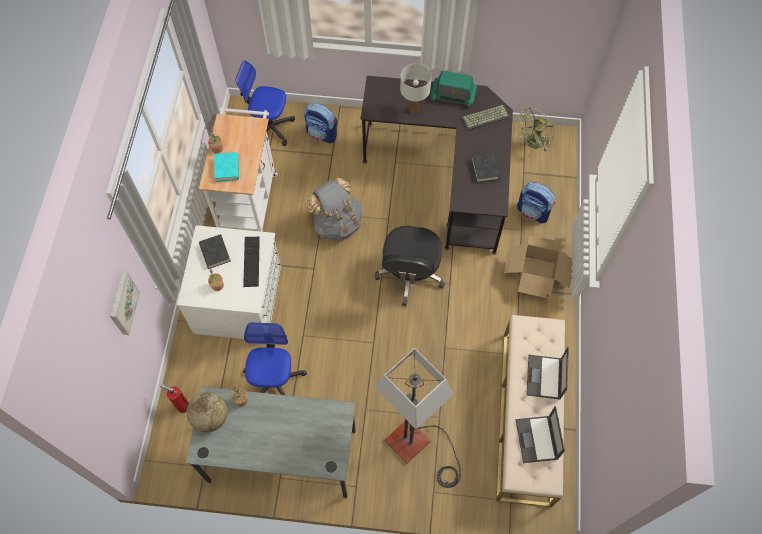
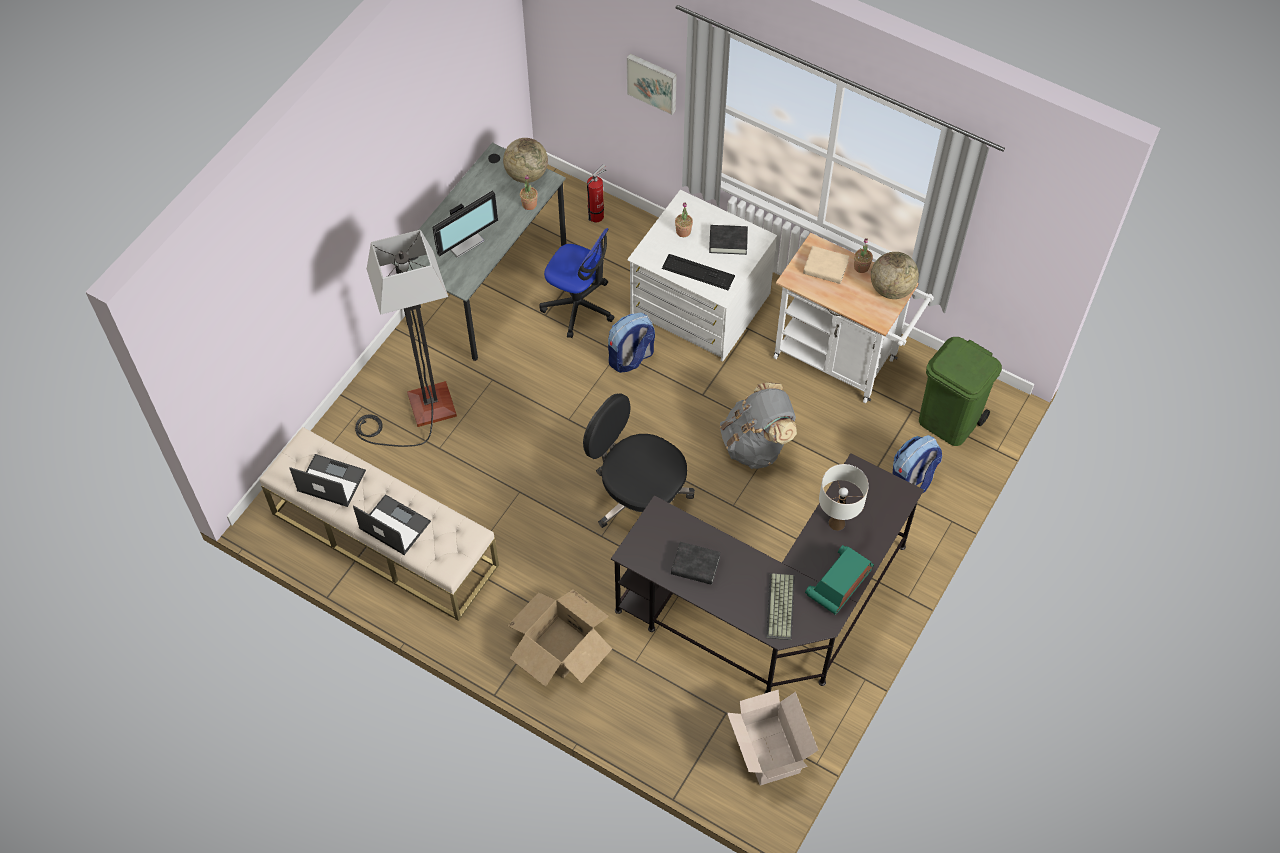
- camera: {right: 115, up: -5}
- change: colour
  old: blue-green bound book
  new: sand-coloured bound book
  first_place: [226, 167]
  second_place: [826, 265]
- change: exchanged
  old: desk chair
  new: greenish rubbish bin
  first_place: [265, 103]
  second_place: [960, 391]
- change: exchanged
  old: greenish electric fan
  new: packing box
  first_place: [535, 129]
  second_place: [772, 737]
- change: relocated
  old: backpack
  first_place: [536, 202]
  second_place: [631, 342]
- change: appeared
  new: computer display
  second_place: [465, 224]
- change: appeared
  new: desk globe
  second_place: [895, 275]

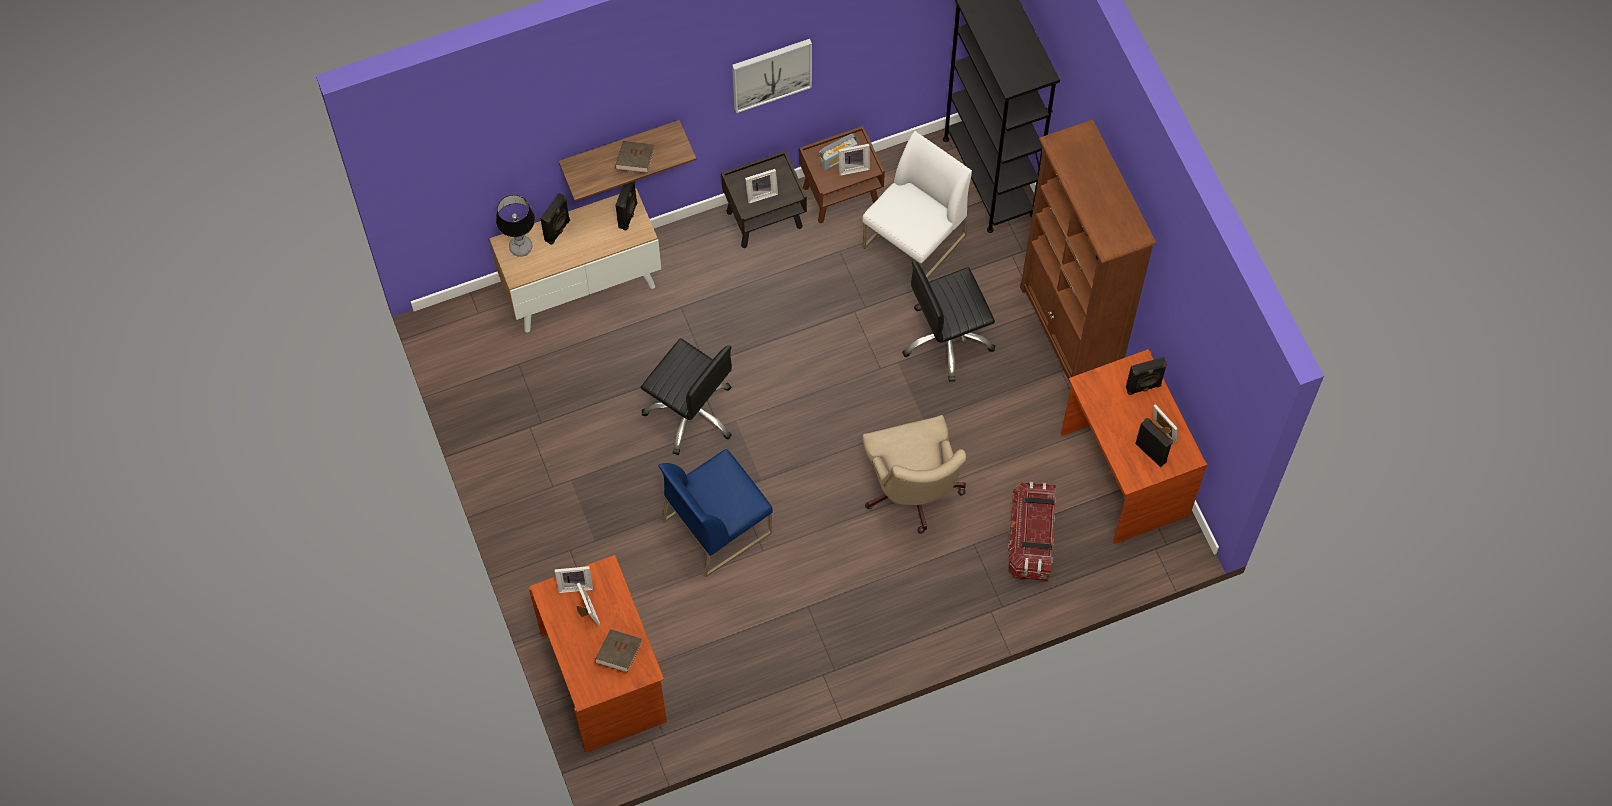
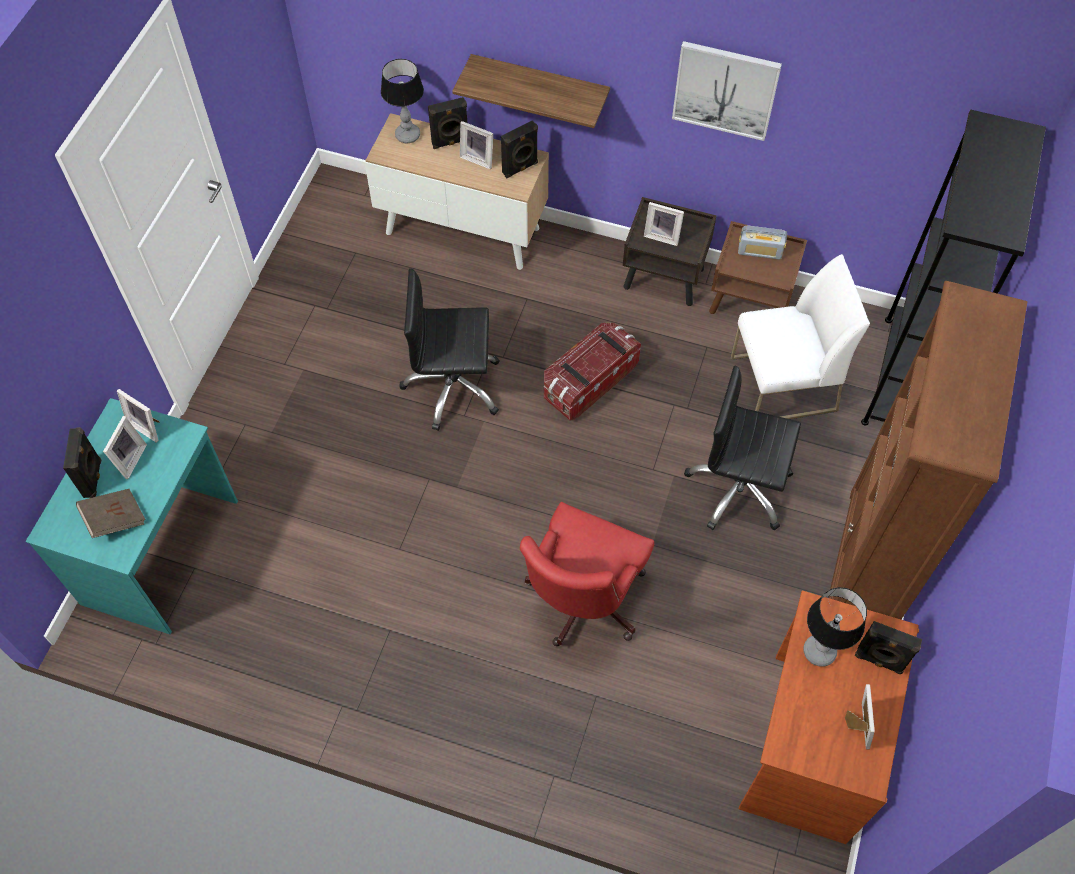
- camera: {right: 40, up: -5}
- change: colour
  old: brown desk
  new: blue-green desk
  first_place: [598, 654]
  second_place: [132, 516]
- change: missing
  old: brown bound book
  first_place: [635, 157]
- change: spun
  old: blackish desk chair
  first_place: [686, 396]
  second_place: [449, 349]
  degrees: 105
- change: missing
  old: blue plain chair
  first_place: [715, 513]
- change: relocated
  old: photo frame
  first_place: [854, 160]
  second_place: [476, 145]
- change: colour
  old: sand-coloured desk chair
  new: reddish desk chair
  first_place: [914, 474]
  second_place: [587, 574]
- change: relocated
  old: storage container
  first_place: [1032, 531]
  second_place: [592, 372]
- change: relocated
  old: blackish audio speaker
  first_place: [1154, 442]
  second_place: [82, 462]
- change: appeared
  new: table lamp
  second_place: [835, 627]

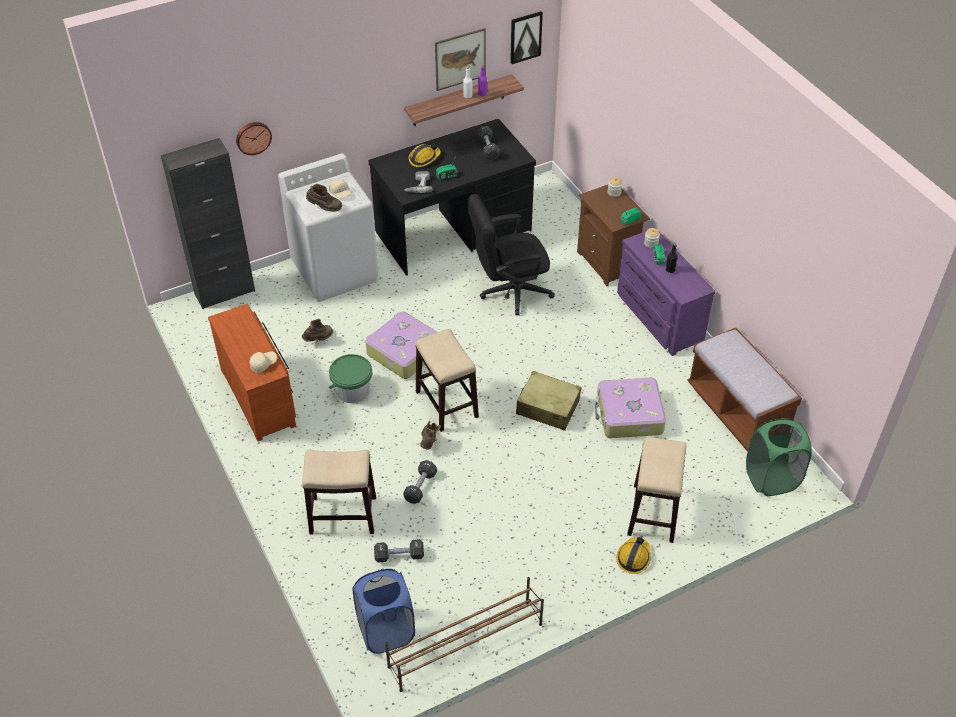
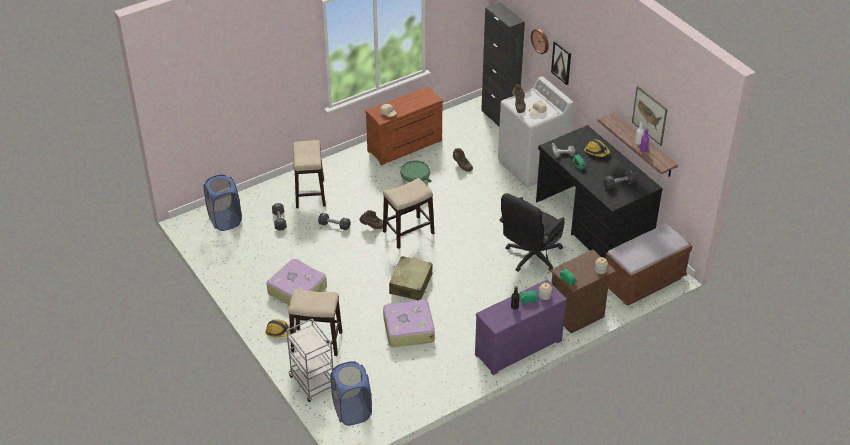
- camera: {right: 85, up: -5}
- change: relocated
  old: suitcase
  first_place: [401, 345]
  second_place: [297, 282]
- change: missing
  old: brown shoe rack
  first_place: [464, 634]
- change: spun
  old: blackish desk chair
  first_place: [511, 254]
  second_place: [532, 232]
  degrees: -120
- change: relocated
  old: wall picture
  first_place: [526, 37]
  second_place: [561, 63]
- change: relocated
  old: brown indoor bench
  first_place: [744, 389]
  second_place: [649, 265]
- change: colour
  old: greenish washing basket
  new: blue washing basket
  first_place: [779, 457]
  second_place: [351, 393]
- change: appeared
  new: greyish cart
  second_place: [309, 360]

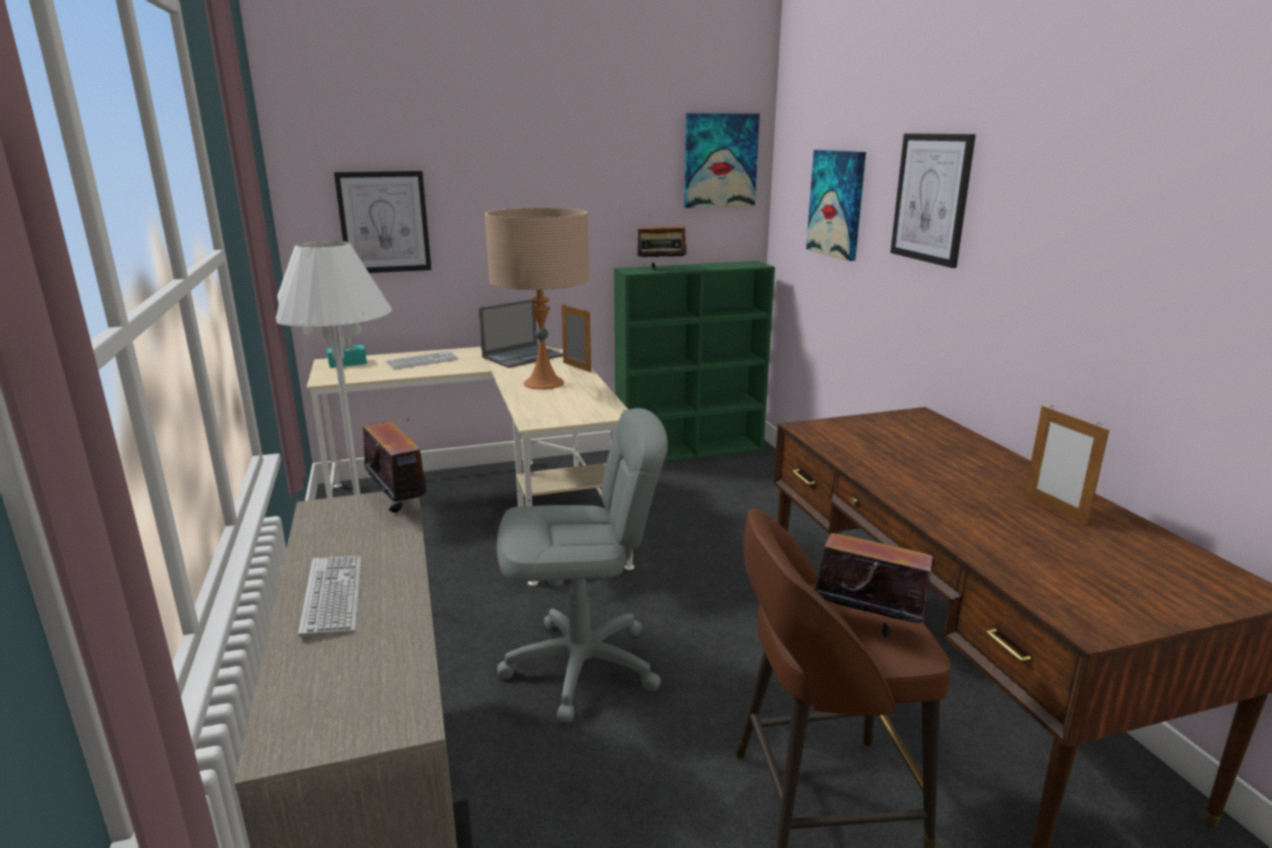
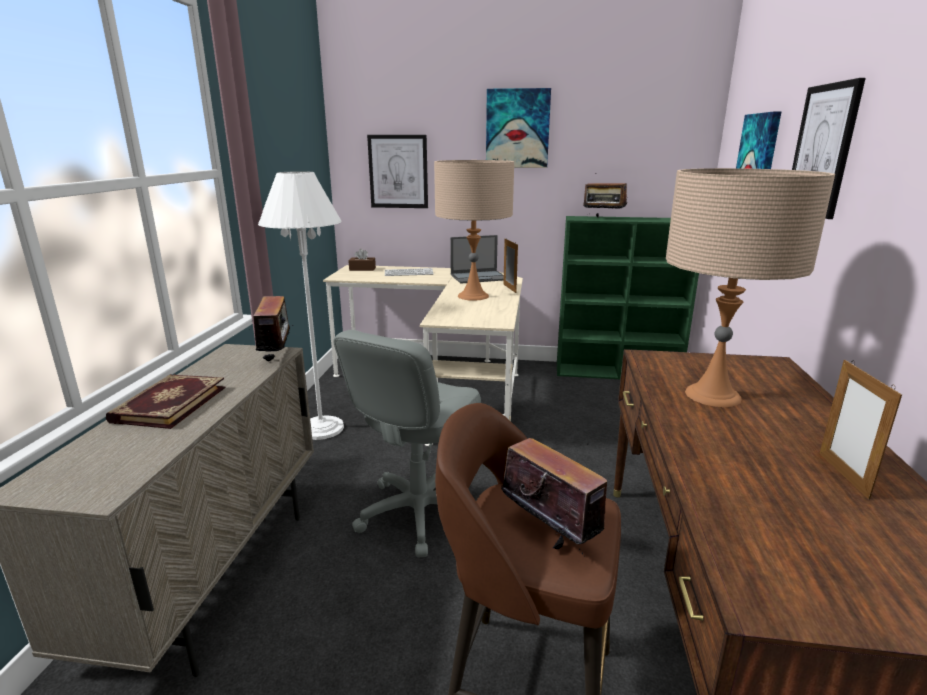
- camera: {right: 25, up: 0}
- change: exchanged
  old: keyboard
  new: bound book
  first_place: [329, 596]
  second_place: [166, 401]
- change: colour
  old: blue-green tissue holder
  new: brown tissue holder
  first_place: [347, 351]
  second_place: [362, 260]
- change: spun
  old: greyish desk chair
  first_place: [582, 565]
  second_place: [407, 443]
  degrees: 105
- change: relocated
  old: wall picture
  first_place: [722, 160]
  second_place: [518, 128]
- change: appeared
  new: sand-coloured table lamp
  second_place: [750, 287]

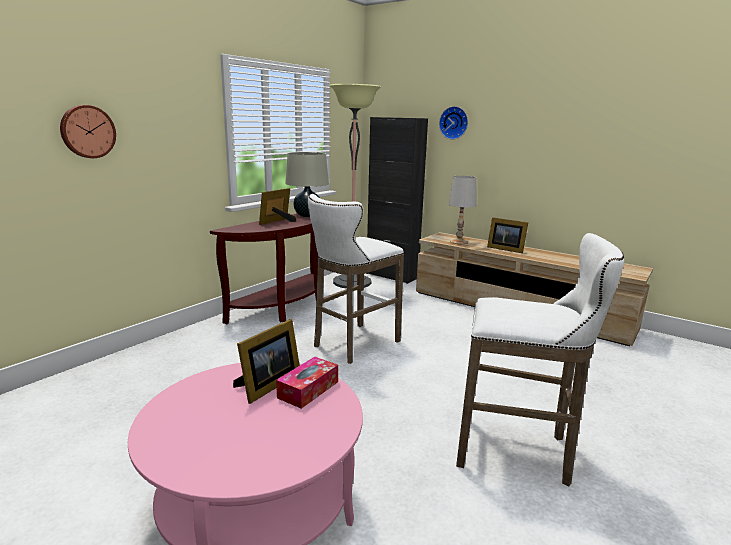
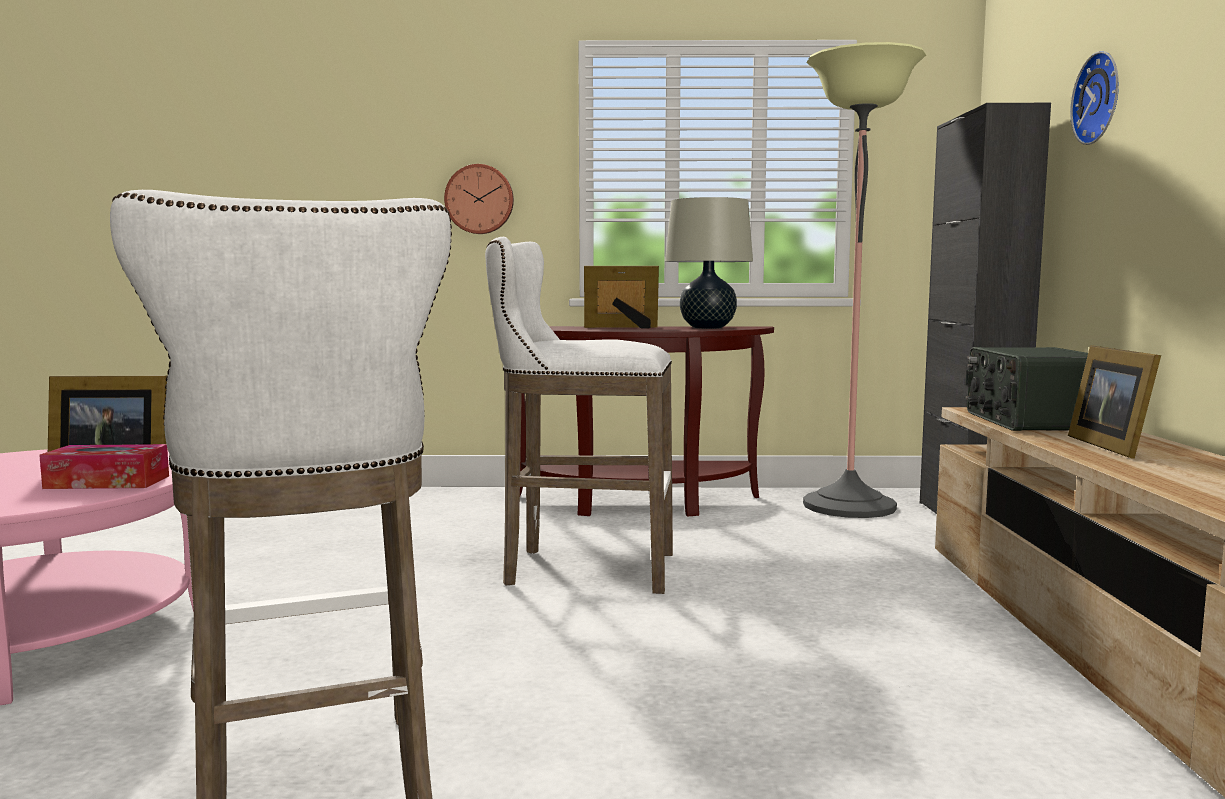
- camera: {right: 55, up: -10}
- change: relocated
  old: hanging clock
  first_place: [88, 131]
  second_place: [479, 199]
- change: exchanged
  old: whitish table lamp
  new: radio set
  first_place: [462, 210]
  second_place: [1026, 389]

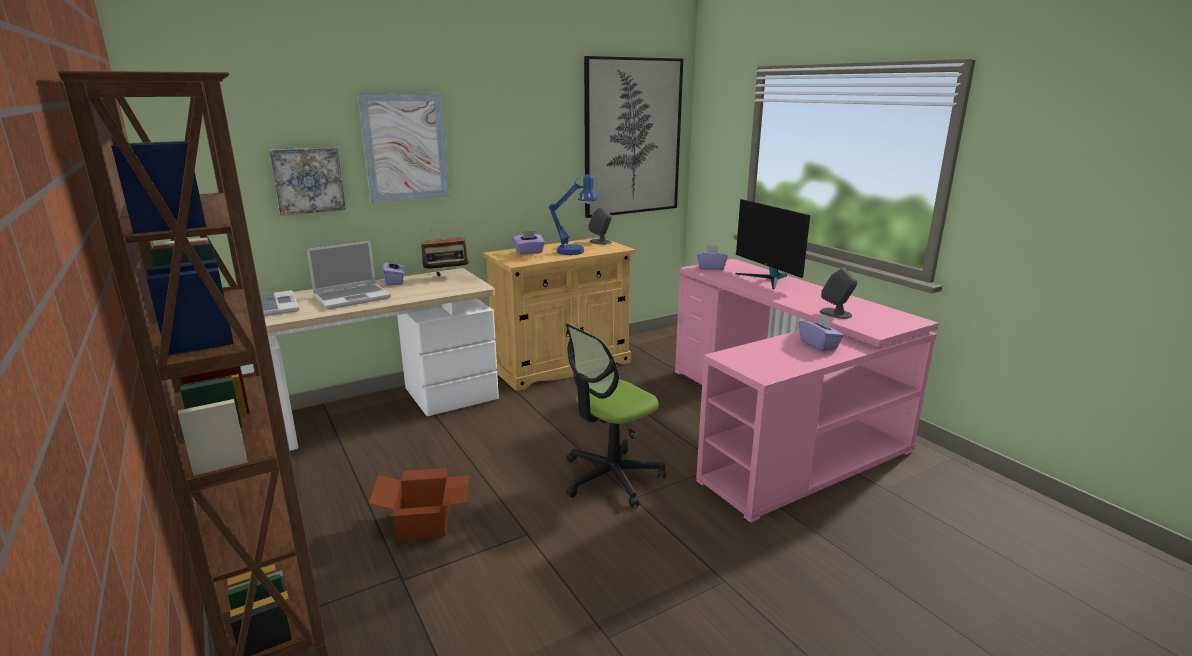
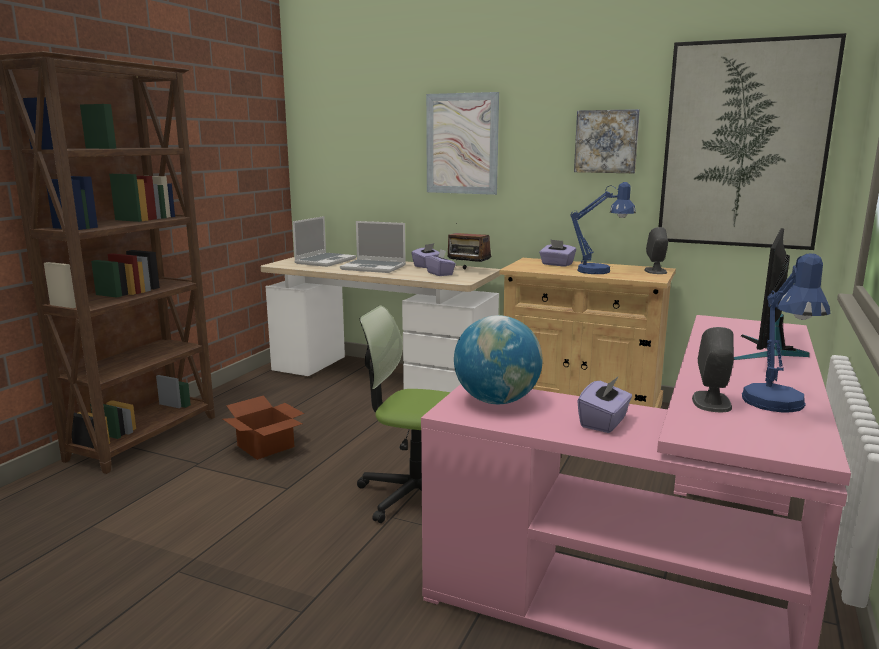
- camera: {right: 55, up: -5}
- change: relocated
  old: wall picture
  first_place: [307, 181]
  second_place: [607, 141]
- change: relocated
  old: purplish tissue holder
  first_place: [712, 257]
  second_place: [440, 262]
- change: appeared
  new: desk globe
  second_place: [498, 359]
- change: appeared
  new: blue table lamp
  second_place: [786, 333]

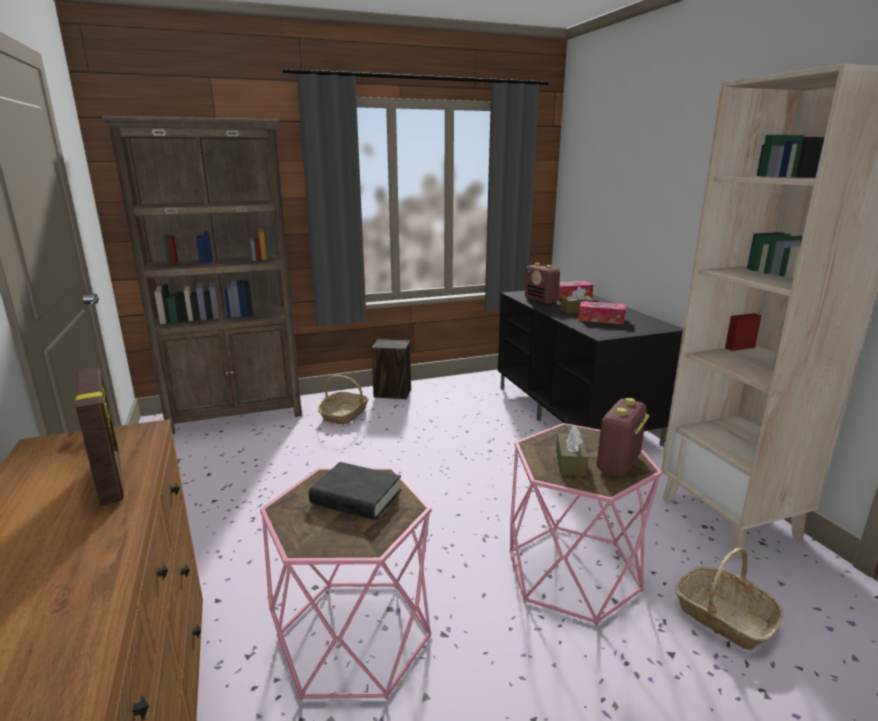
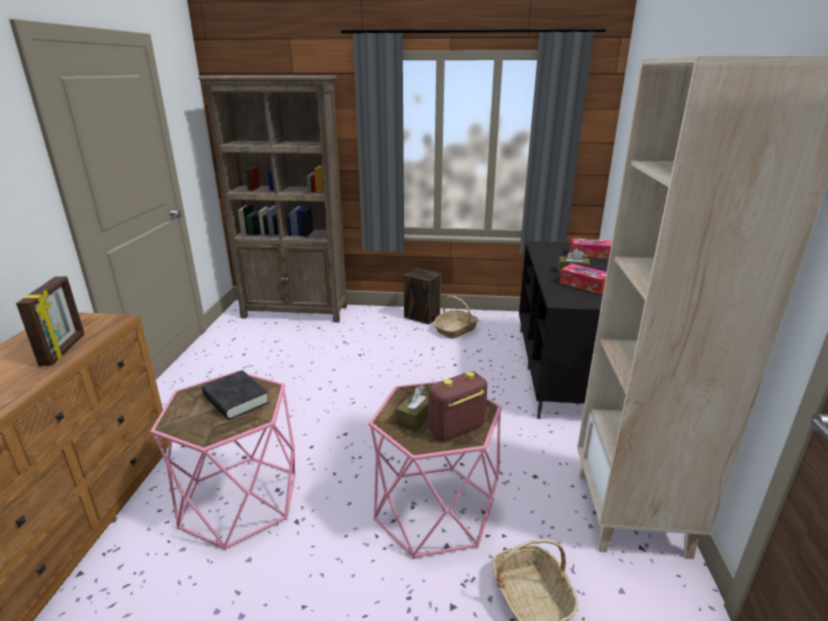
- camera: {right: 25, up: 5}
- change: relocated
  old: household basket
  first_place: [343, 400]
  second_place: [456, 317]
- change: missing
  old: radio set
  first_place: [543, 283]

